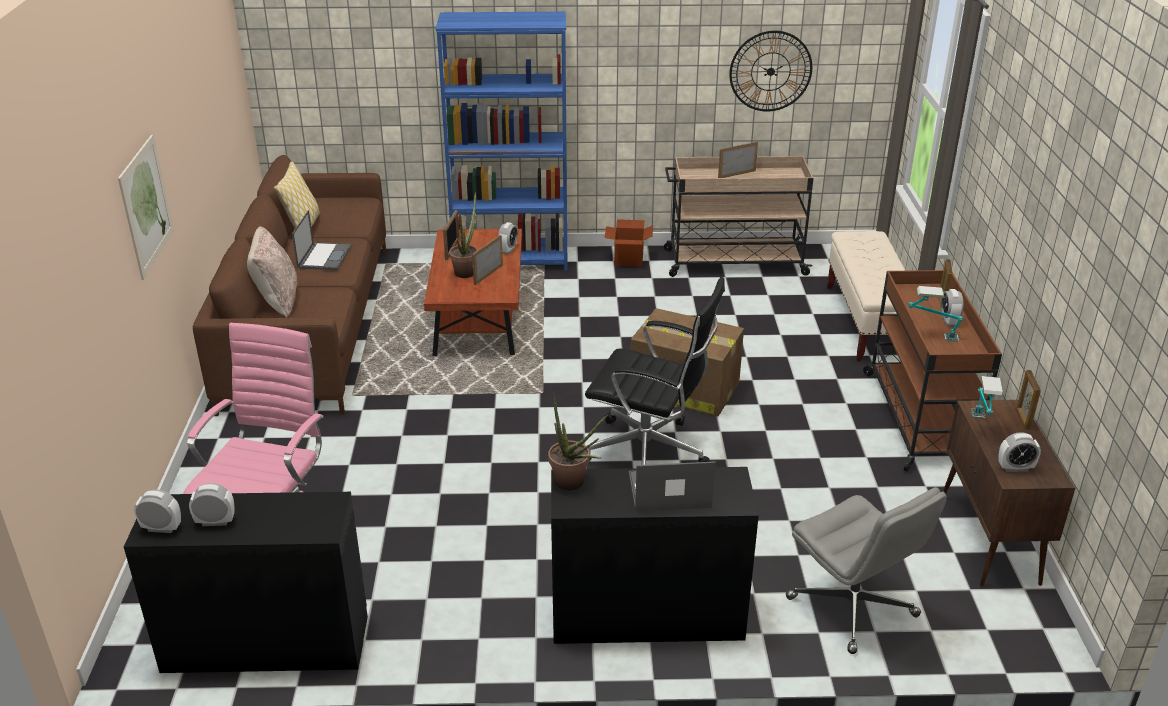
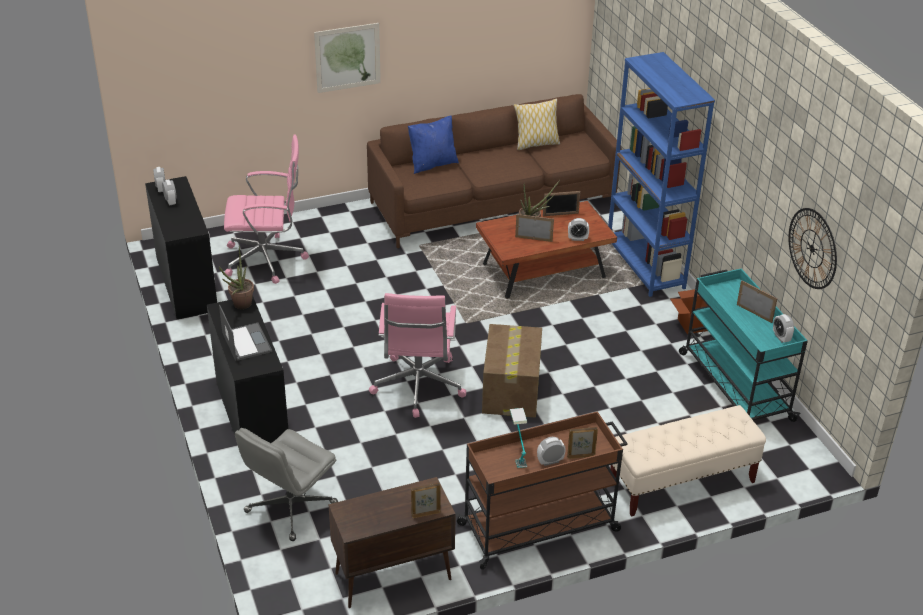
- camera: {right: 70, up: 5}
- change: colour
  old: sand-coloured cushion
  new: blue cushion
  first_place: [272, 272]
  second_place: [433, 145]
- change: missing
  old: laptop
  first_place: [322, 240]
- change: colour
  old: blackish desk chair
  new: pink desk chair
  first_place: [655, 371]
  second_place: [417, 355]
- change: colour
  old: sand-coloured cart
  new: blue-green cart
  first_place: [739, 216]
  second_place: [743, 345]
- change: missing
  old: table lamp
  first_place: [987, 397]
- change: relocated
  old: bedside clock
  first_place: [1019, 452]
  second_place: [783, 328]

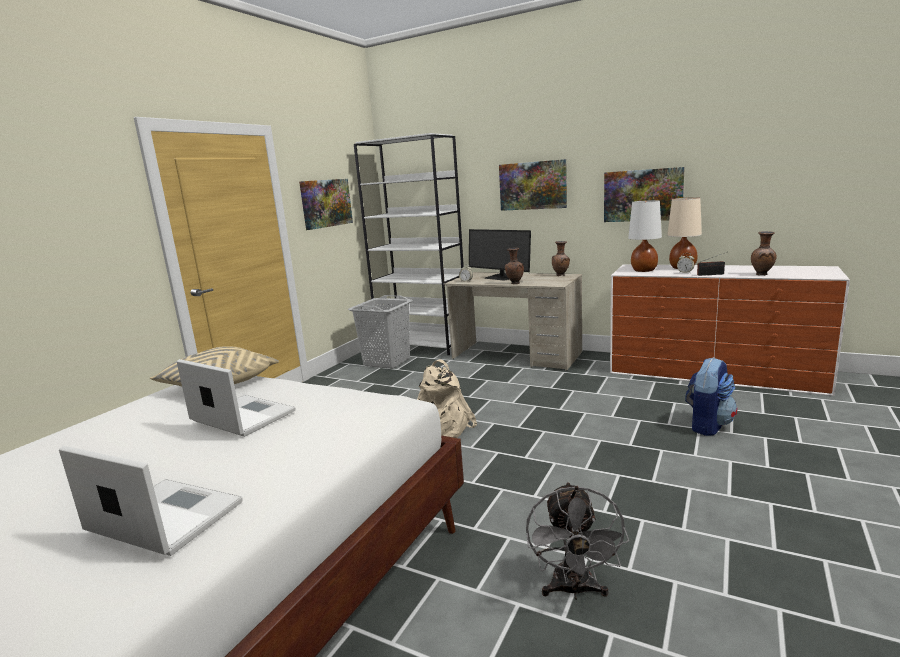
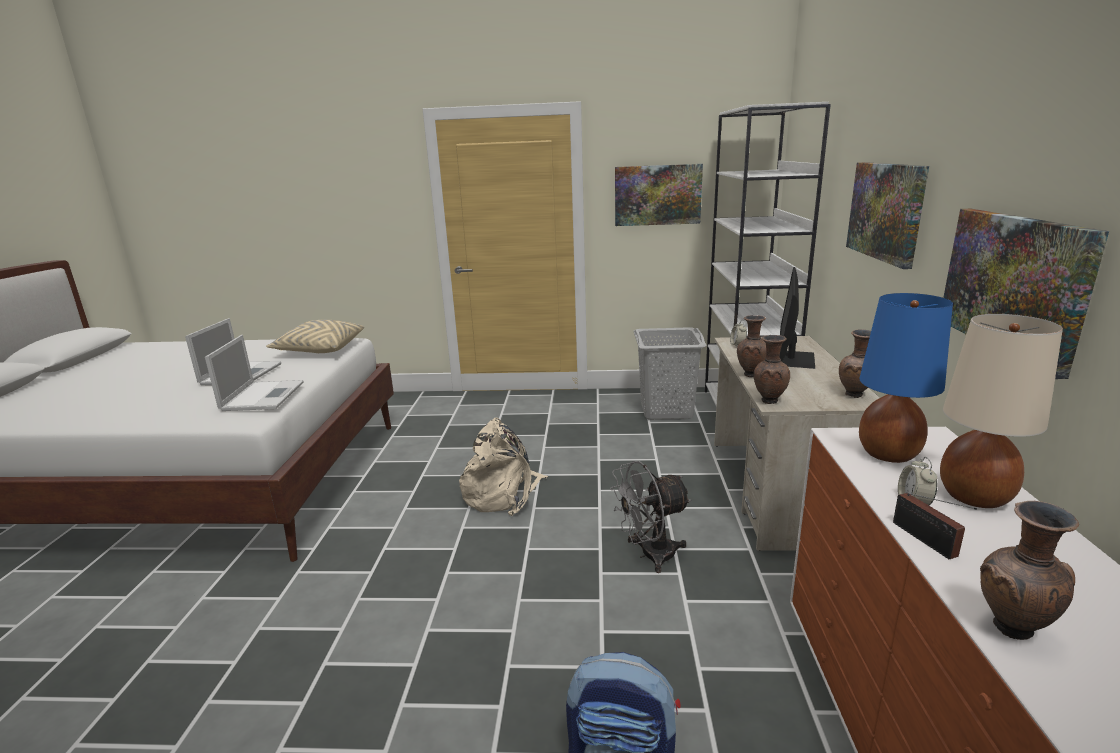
- camera: {right: 65, up: 5}
- change: relocated
  old: laptop
  first_place: [151, 501]
  second_place: [254, 373]
- change: relocated
  old: greyish electric fan
  first_place: [577, 541]
  second_place: [650, 517]
- change: colour
  old: whitish table lamp
  new: blue table lamp
  first_place: [645, 236]
  second_place: [906, 378]
- change: appeared
  new: brown decorative vase
  second_place: [772, 369]

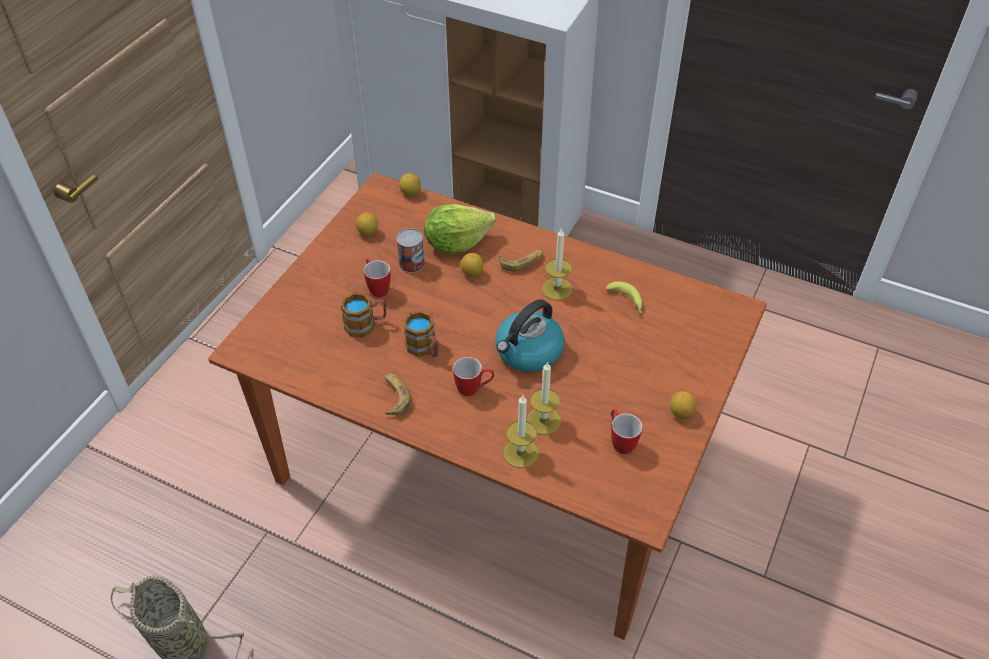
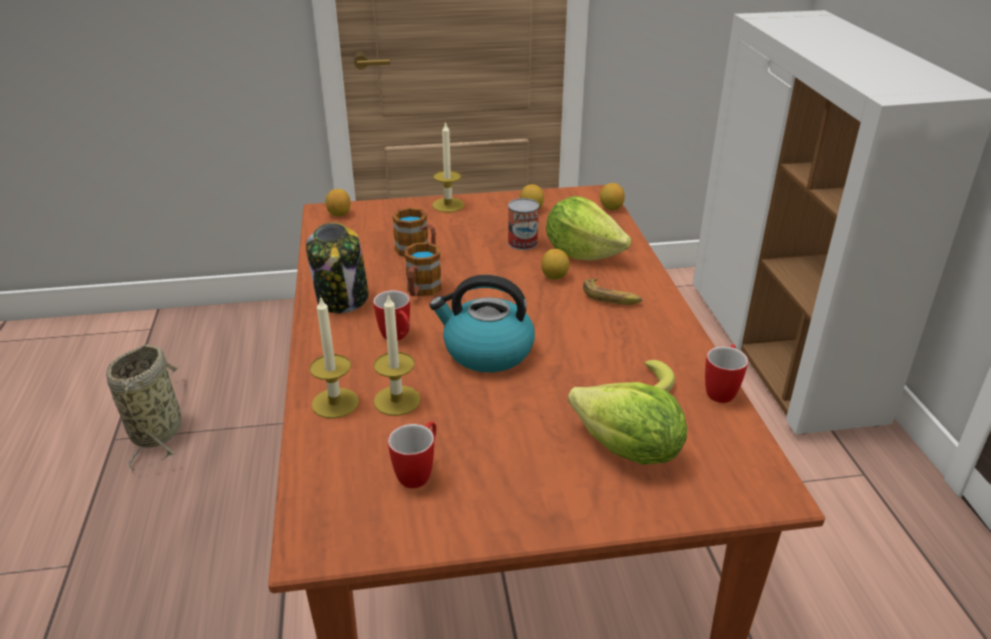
- camera: {right: 55, up: -15}
- change: relocated
  old: mug
  first_place: [377, 277]
  second_place: [726, 373]
- change: exchanged
  old: banana fruit
  new: storage jar
  first_place: [397, 394]
  second_place: [337, 268]
- change: relocated
  old: wax candle
  first_place: [557, 264]
  second_place: [448, 166]
- change: relocated
  old: lemon
  first_place: [683, 405]
  second_place: [338, 202]
- change: appeared
  new: head of lettuce
  second_place: [627, 423]

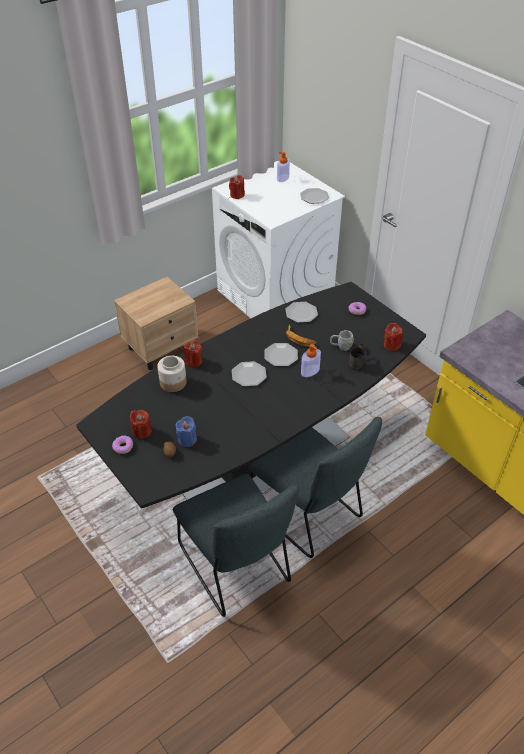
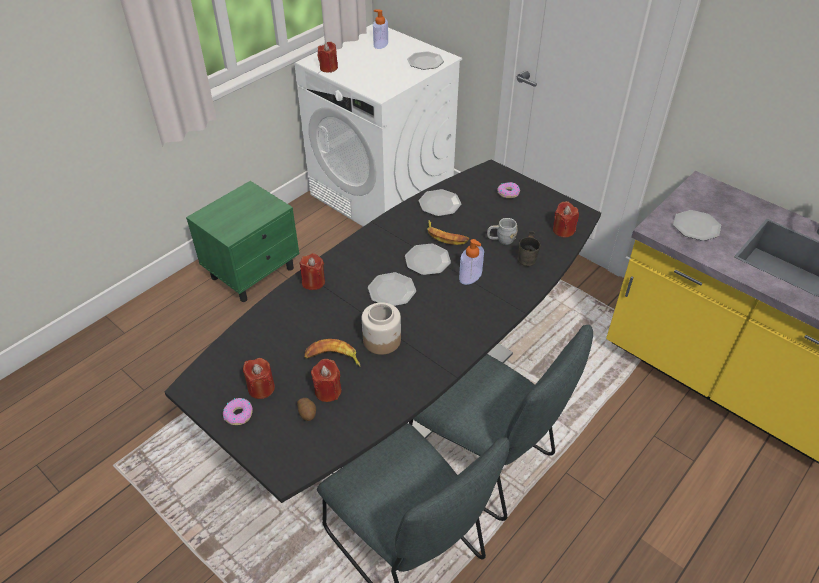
- camera: {right: -10, up: 0}
- change: colour
  old: sand-coloured night table
  new: greenish night table
  first_place: [156, 323]
  second_place: [243, 241]
- change: relocated
  old: storage jar
  first_place: [172, 374]
  second_place: [381, 328]
- change: colour
  old: blue wax candle
  new: reddish wax candle
  first_place: [186, 431]
  second_place: [326, 380]
- change: appeared
  new: banana fruit
  second_place: [332, 353]
- change: appeared
  new: plate
  second_place: [697, 225]

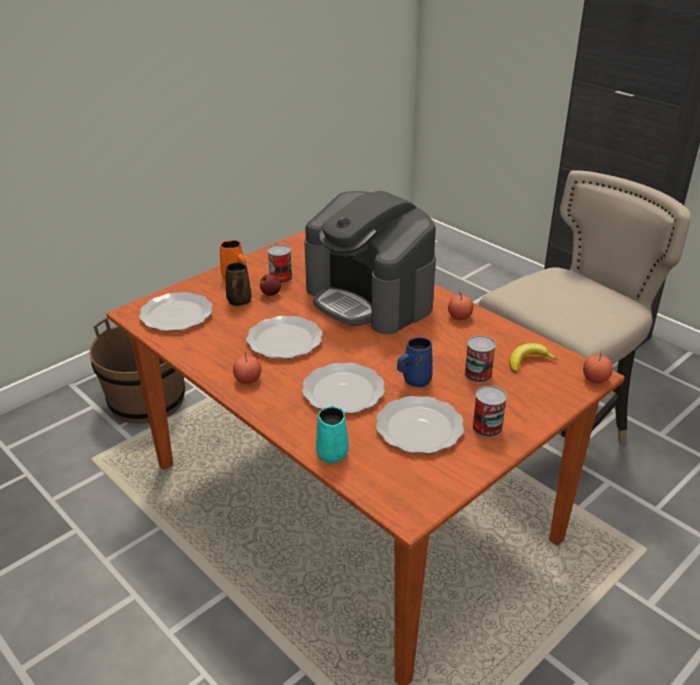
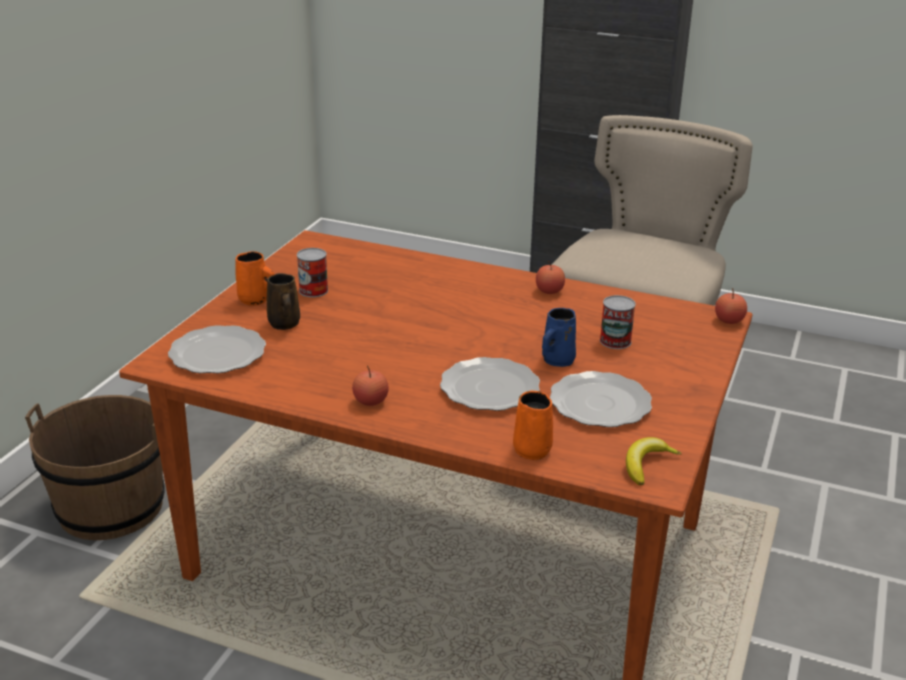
- camera: {right: -25, up: -5}
- change: missing
  old: plate
  first_place: [284, 337]
- change: missing
  old: apple fruit
  first_place: [270, 285]
- change: missing
  old: coffee brewer
  first_place: [370, 262]
- change: colour
  old: blue-green mug
  new: orangey mug
  first_place: [332, 435]
  second_place: [533, 425]
- change: missing
  old: metal can
  first_place: [489, 412]
- change: relocated
  old: banana fruit
  first_place: [533, 358]
  second_place: [653, 461]

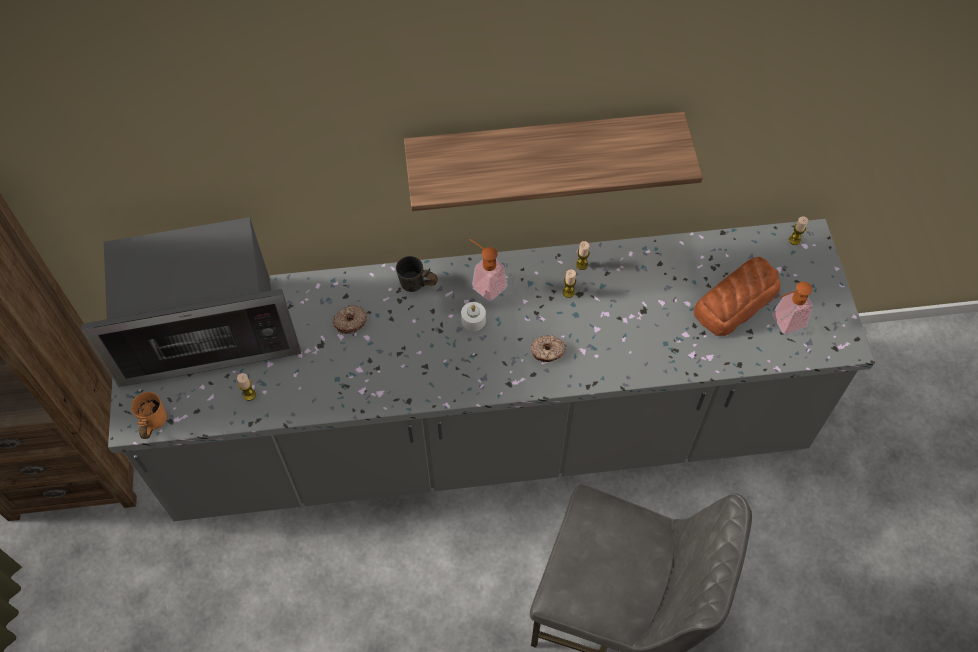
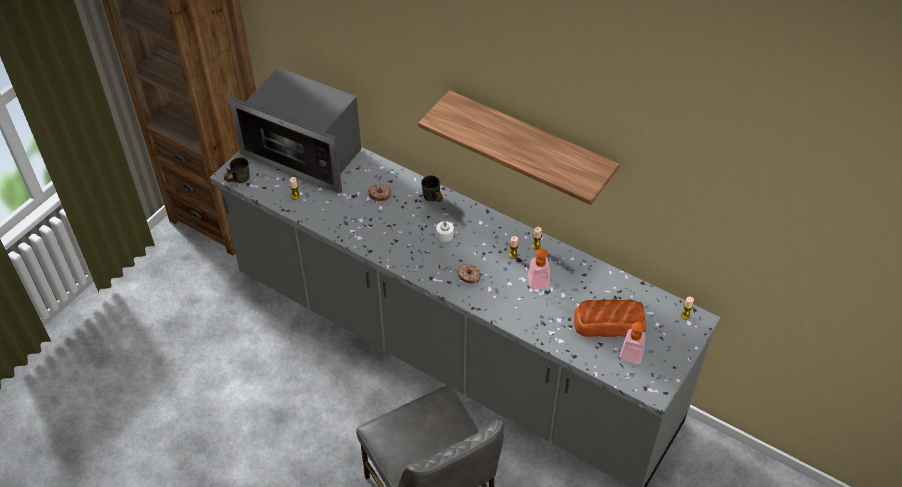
- camera: {right: 40, up: -10}
- change: colour
  old: orangey mug
  new: greyish mug
  first_place: [149, 415]
  second_place: [237, 170]
- change: relocated
  old: soap dispenser
  first_place: [488, 270]
  second_place: [539, 264]

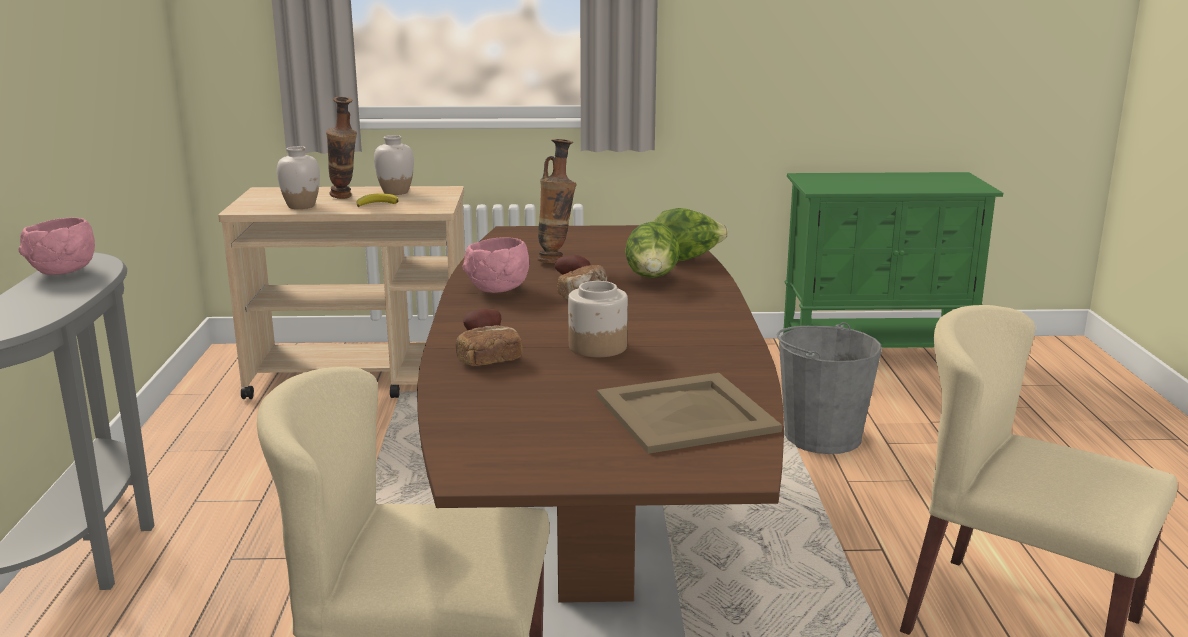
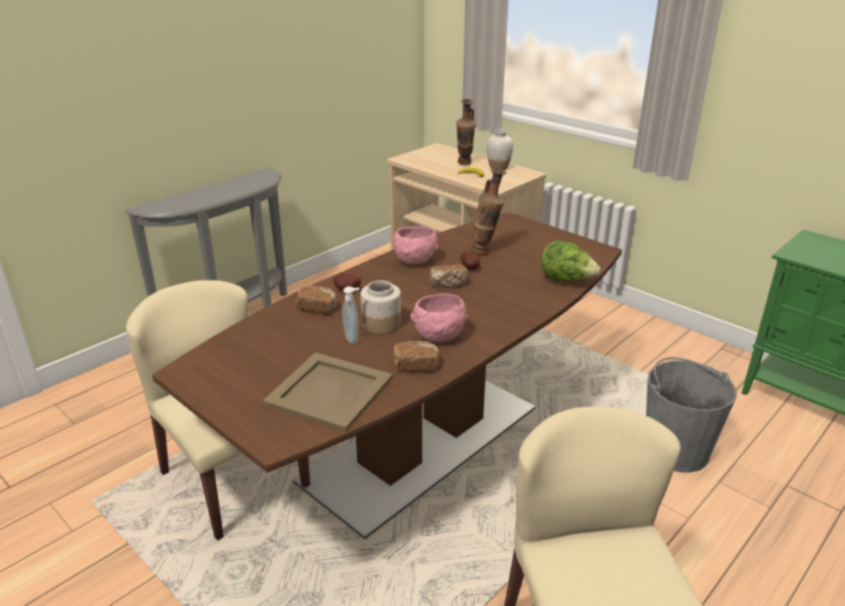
- camera: {right: 45, up: 10}
- change: relocated
  old: pink deep dish
  first_place: [56, 246]
  second_place: [438, 317]
- change: missing
  old: whitish decorative vase
  first_place: [298, 177]
- change: missing
  old: head of lettuce
  first_place: [652, 249]
- change: appeared
  new: soap dispenser
  second_place: [350, 315]
- change: appeared
  new: bakery bread
  second_place: [416, 356]

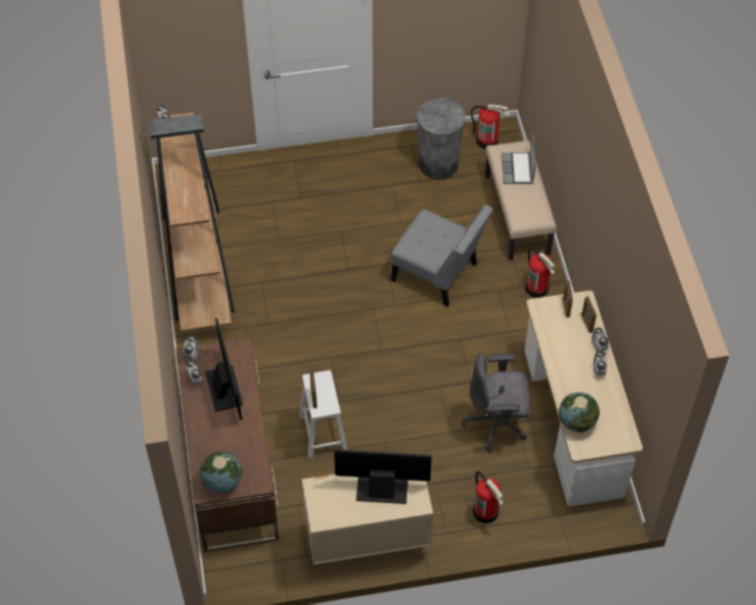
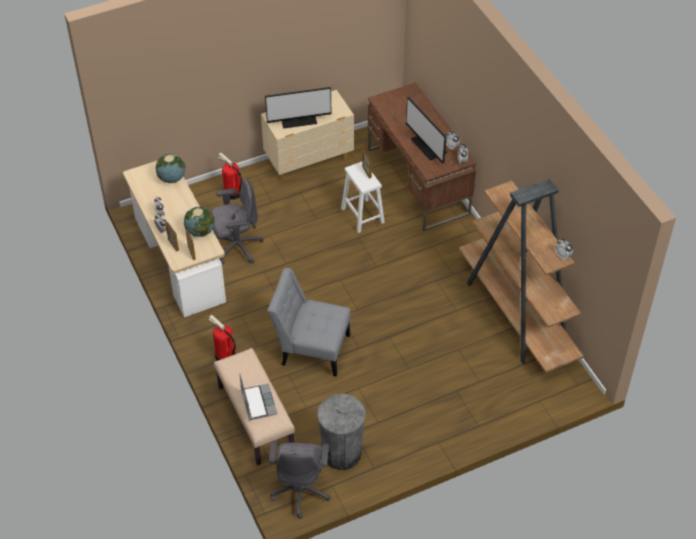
- camera: {right: 165, up: -5}
- change: relocated
  old: desk globe
  first_place: [221, 472]
  second_place: [199, 222]
- change: exchanged
  old: fire-fighting cylinder
  new: greyish desk chair
  first_place: [490, 126]
  second_place: [299, 480]

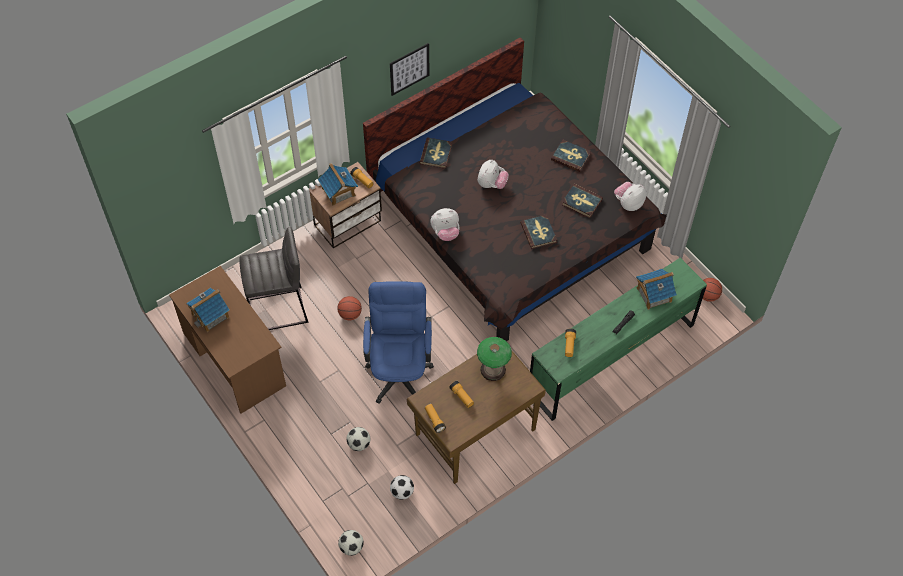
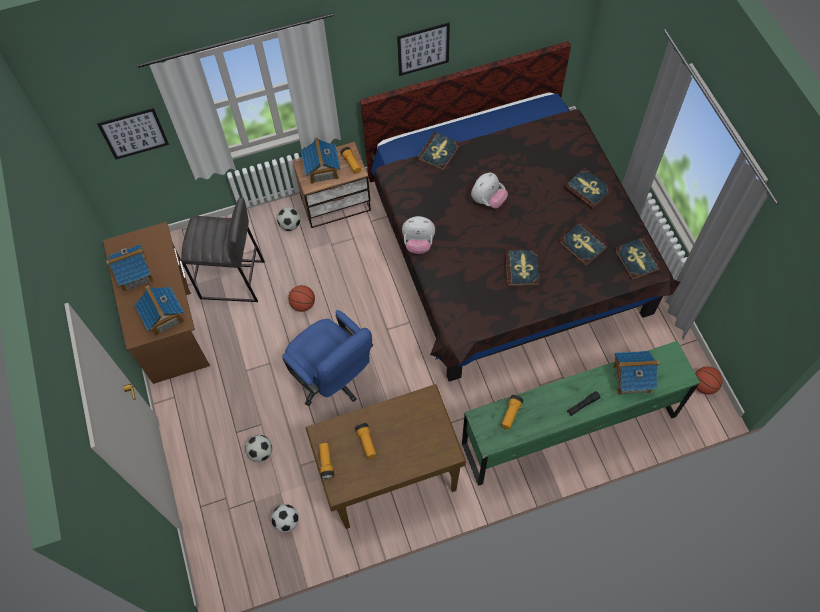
- camera: {right: 20, up: 5}
- change: relocated
  old: ball for football
  first_place: [351, 543]
  second_place: [289, 219]
- change: spun
  old: blue desk chair
  first_place: [398, 342]
  second_place: [327, 358]
  degrees: 120
- change: missing
  old: table lamp
  first_place: [494, 359]
- change: exchanged
  old: cuddly toy
  new: bound book
  first_place: [630, 196]
  second_place: [638, 259]
- change: appeared
  new: wall picture
  second_place: [133, 134]
- change: appeared
  new: toy house
  second_place: [159, 310]

